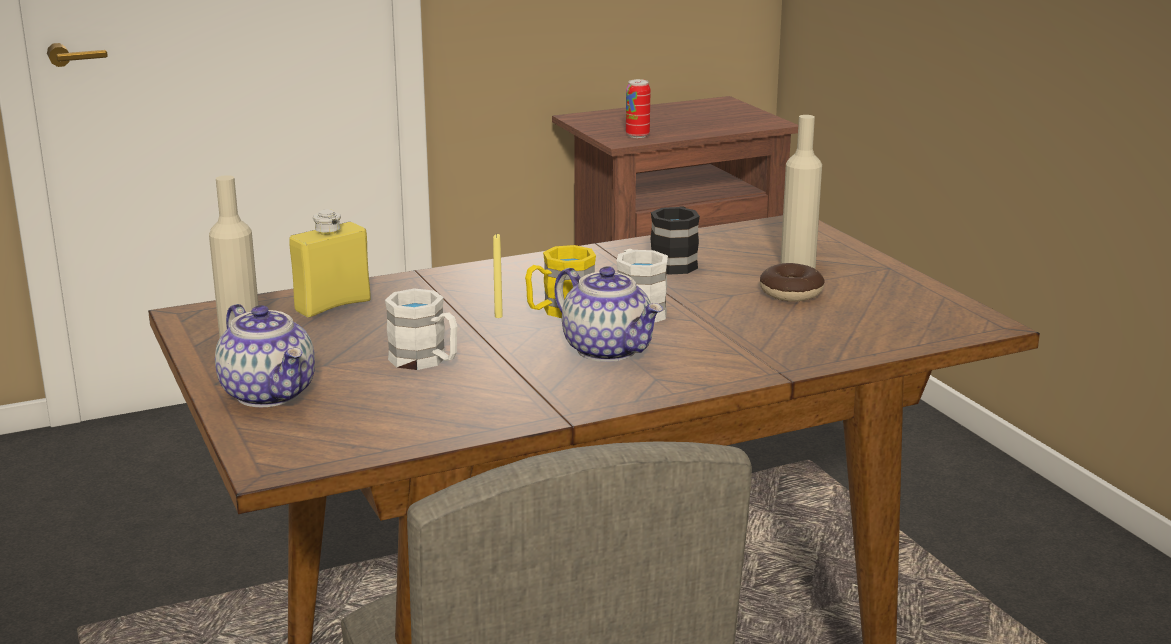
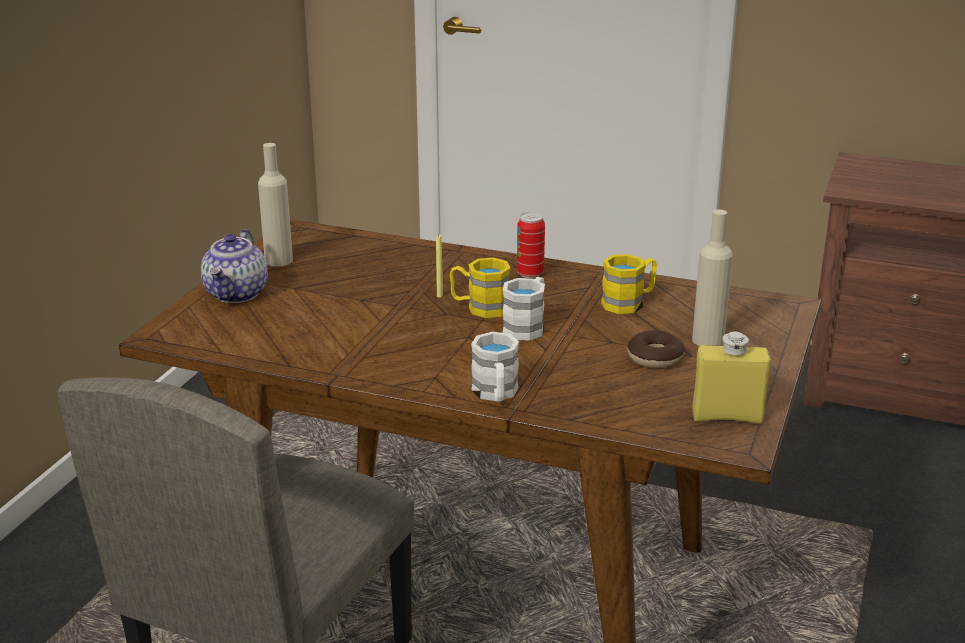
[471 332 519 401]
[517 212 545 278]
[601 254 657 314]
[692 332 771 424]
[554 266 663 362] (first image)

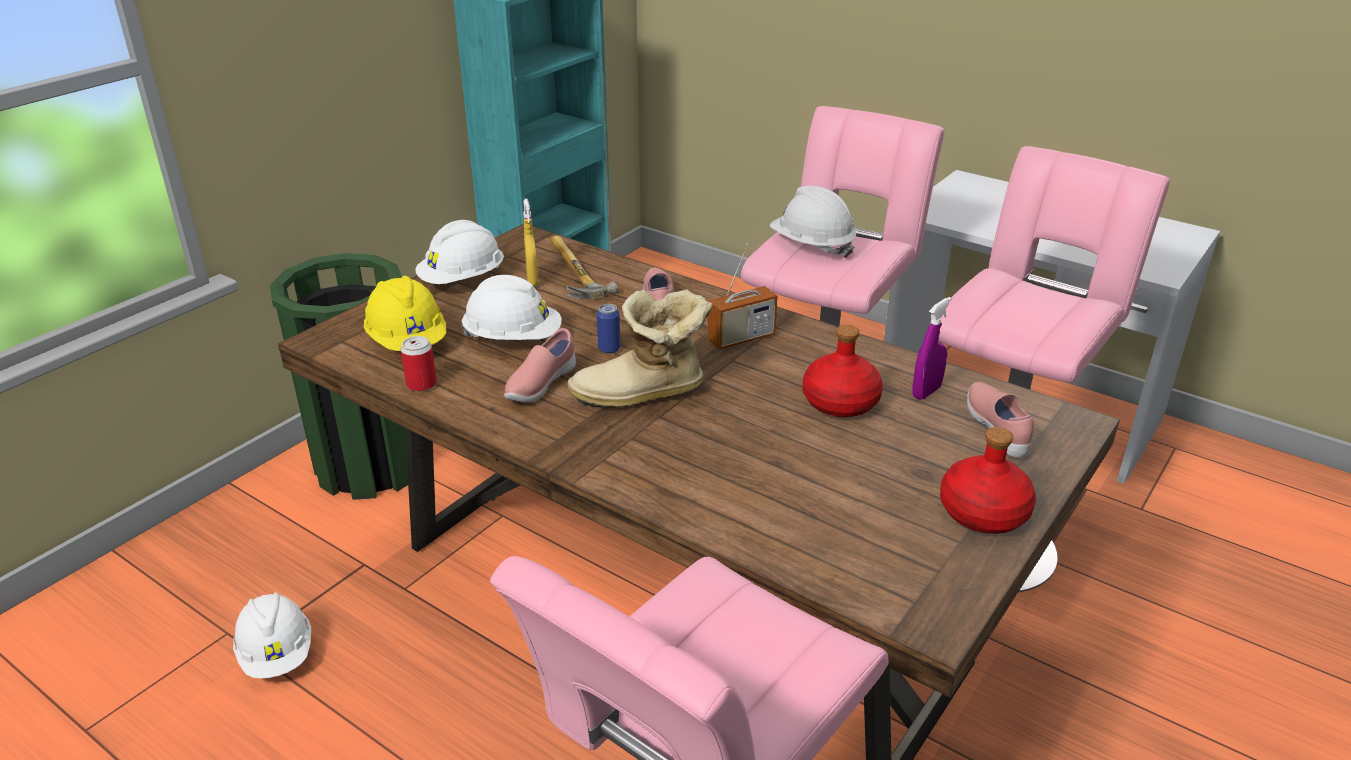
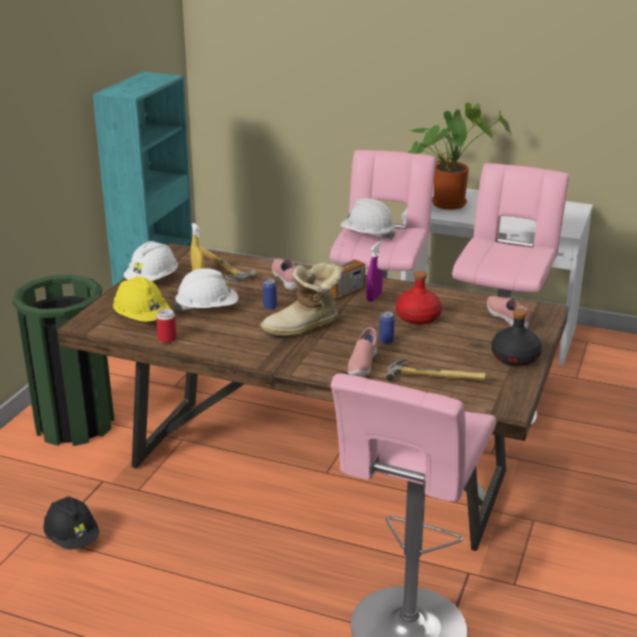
[43 496 99 550]
[348 327 377 376]
[366 241 383 302]
[379 311 395 344]
[386 358 487 381]
[408 103 511 210]
[491 308 542 366]

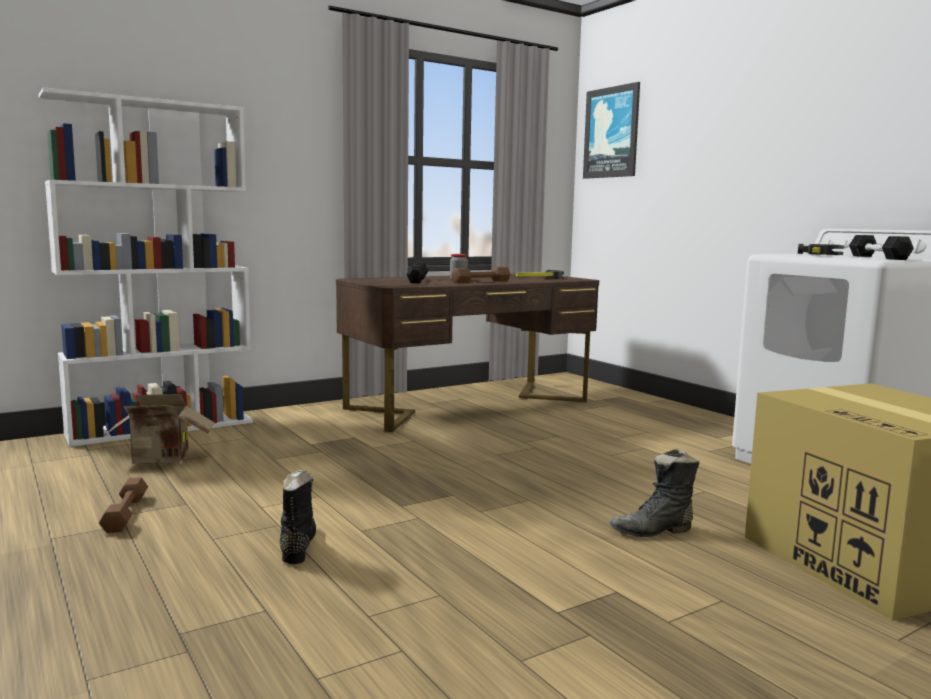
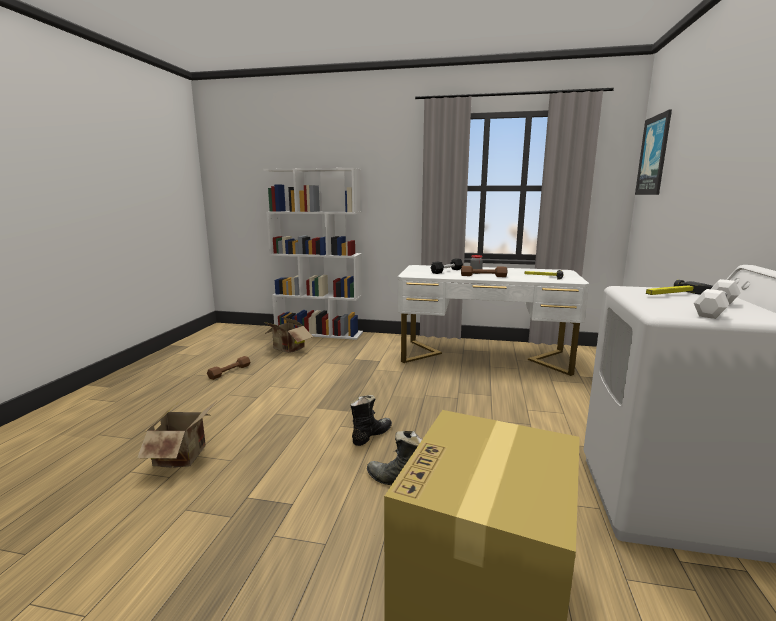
[137 401 217 468]
[350 395 392 446]
[398 265 589 376]
[694 279 741 319]

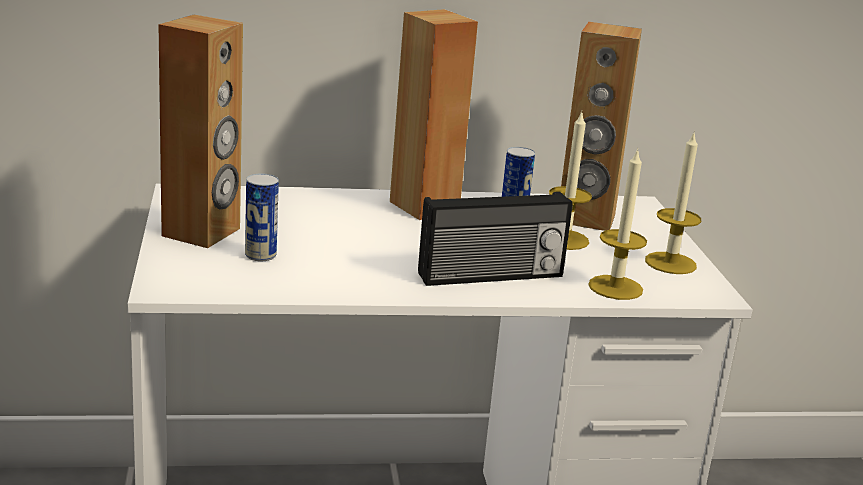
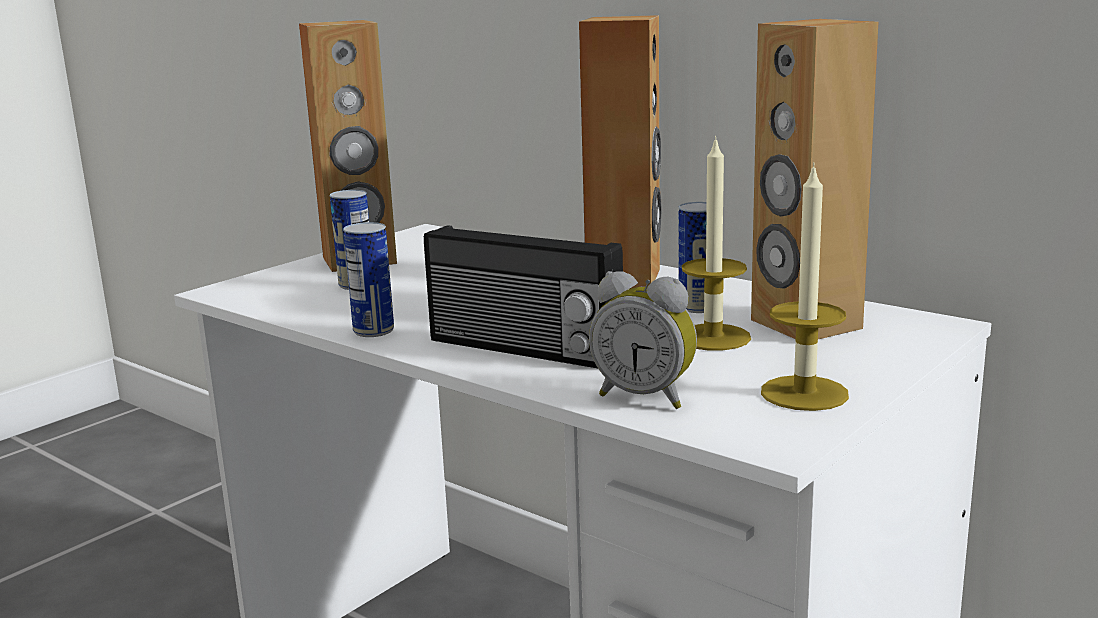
[343 222 394 337]
[589 271 697 409]

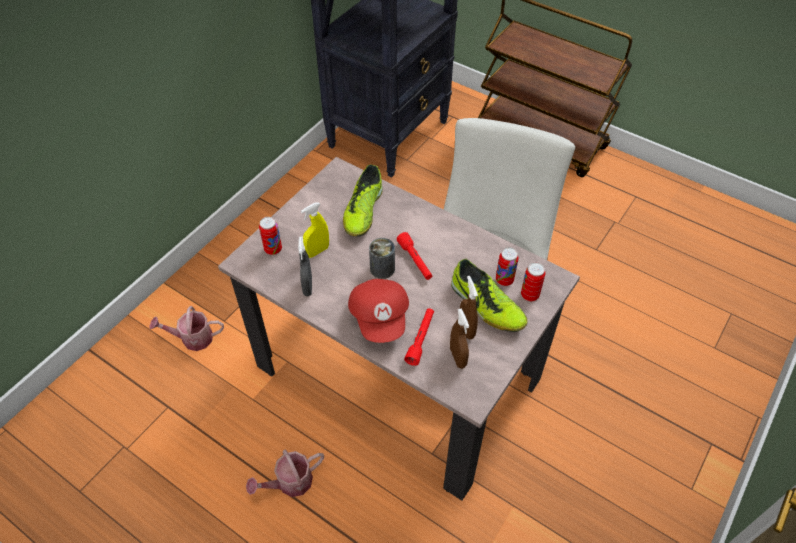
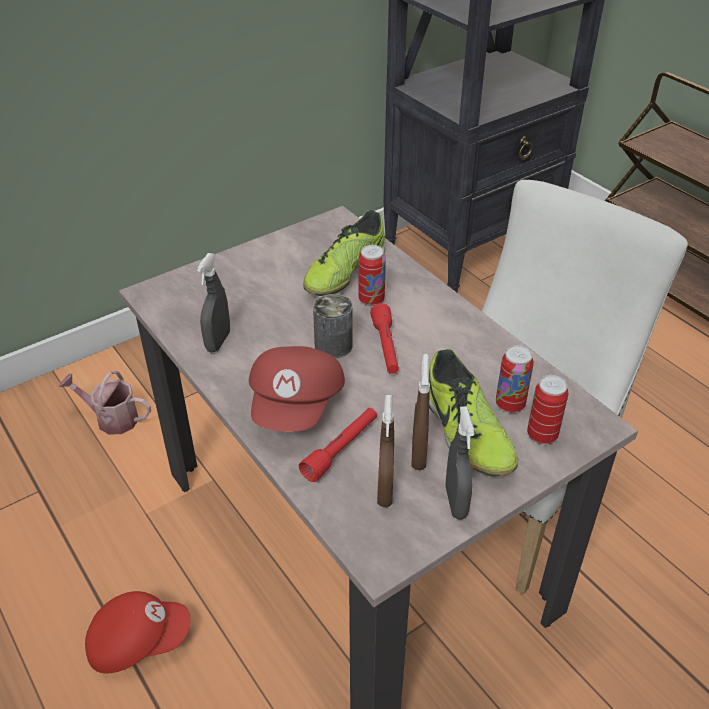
[85 591 191 673]
[359 245 386 306]
[445 406 474 519]
[301 202 329 258] (first image)

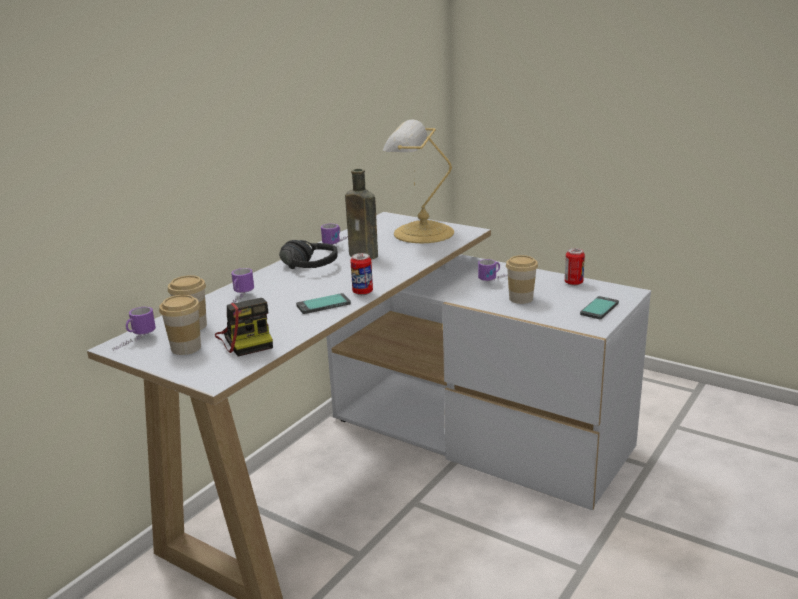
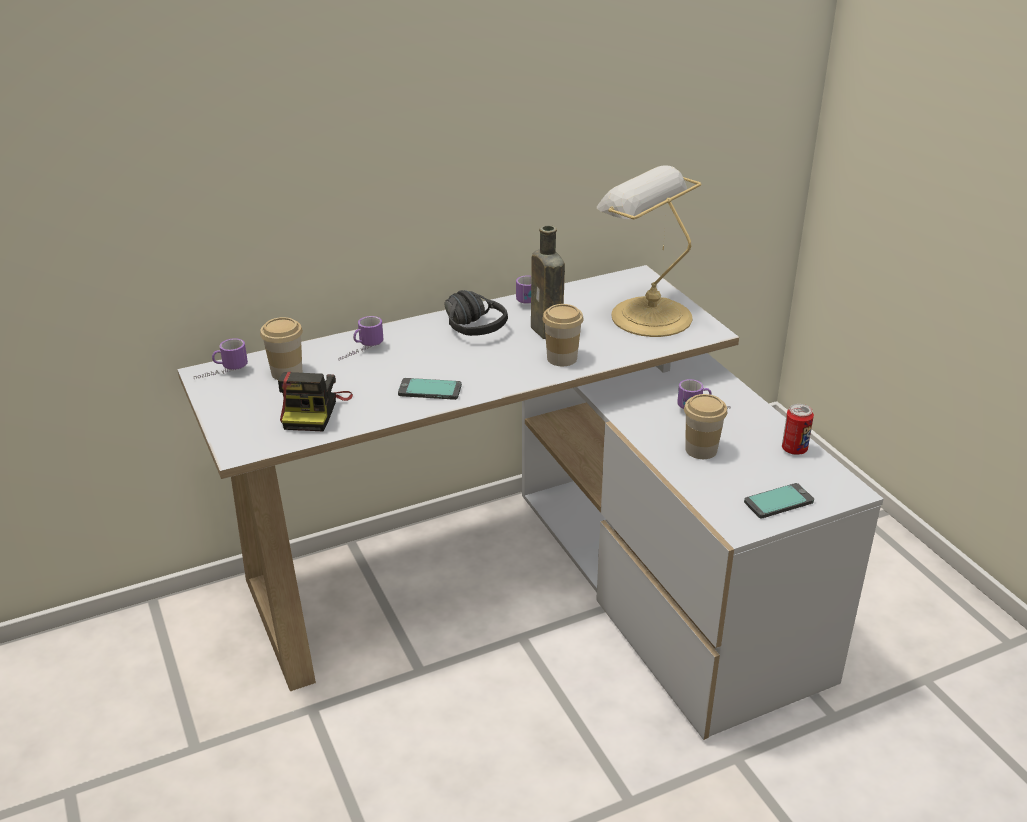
[542 304 584 366]
[350 253 373 295] (first image)

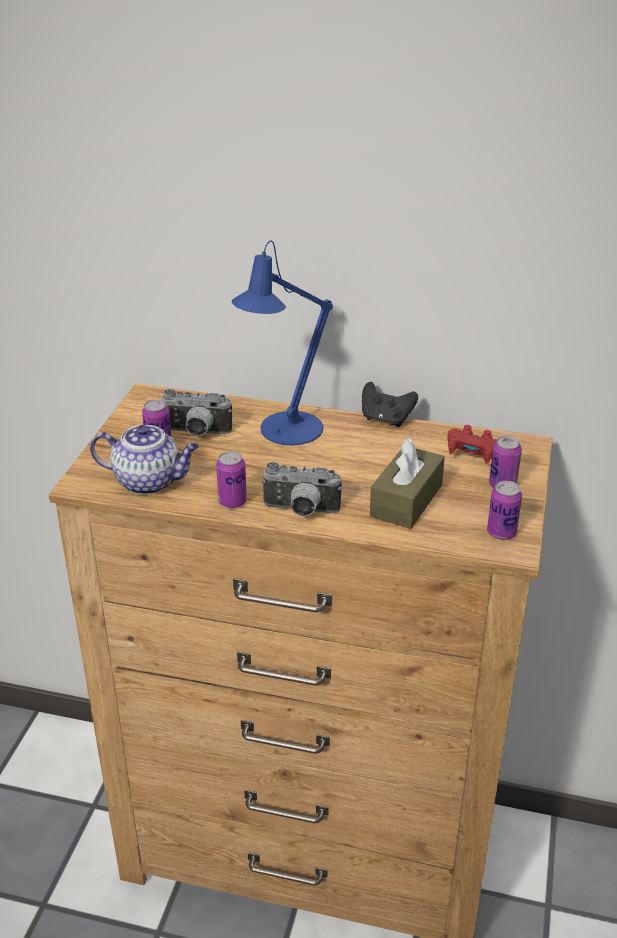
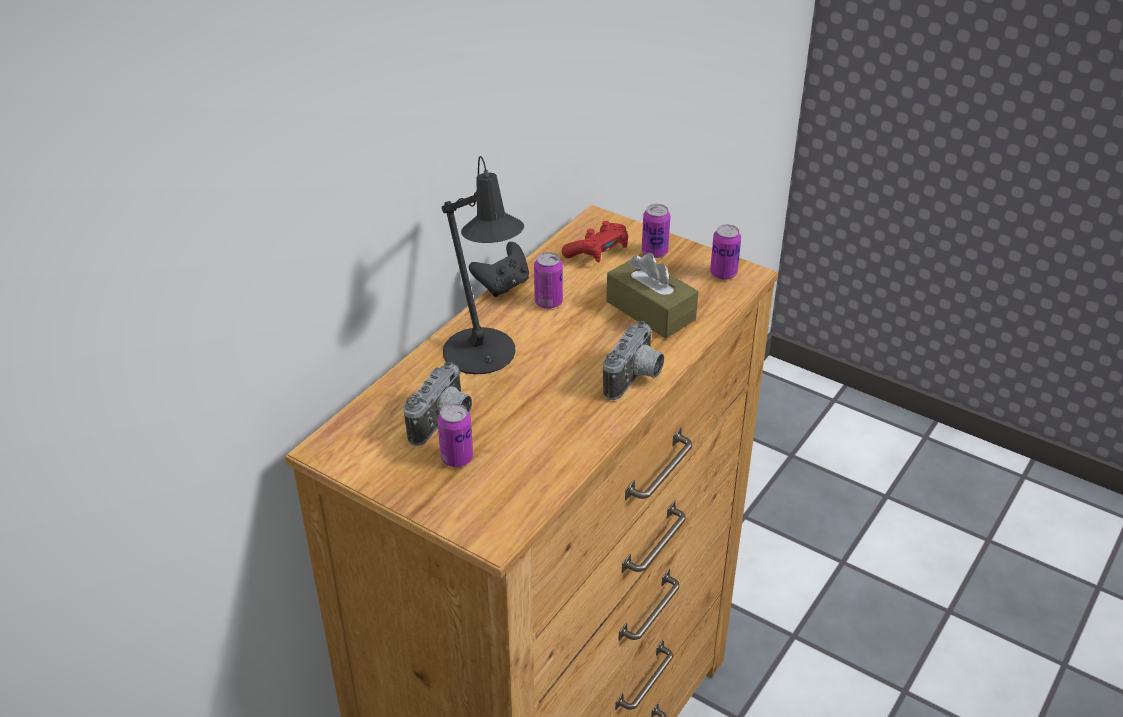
[442 156 524 374]
[534 252 563 309]
[90 425 199 495] (first image)

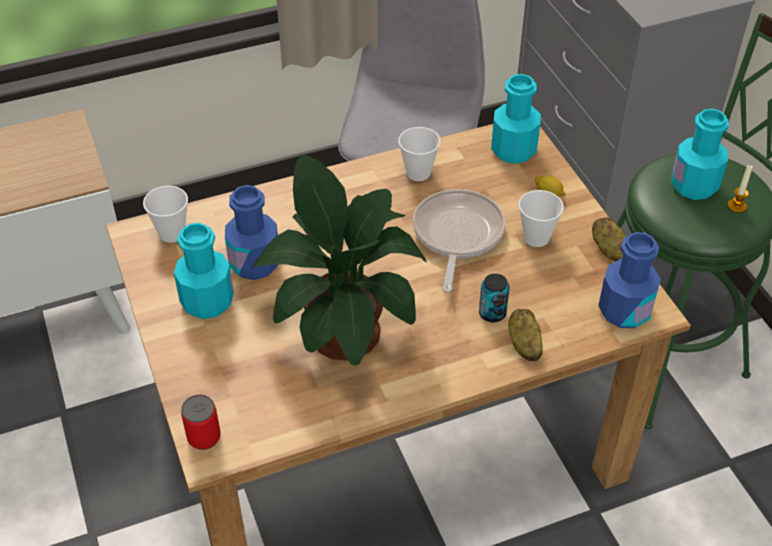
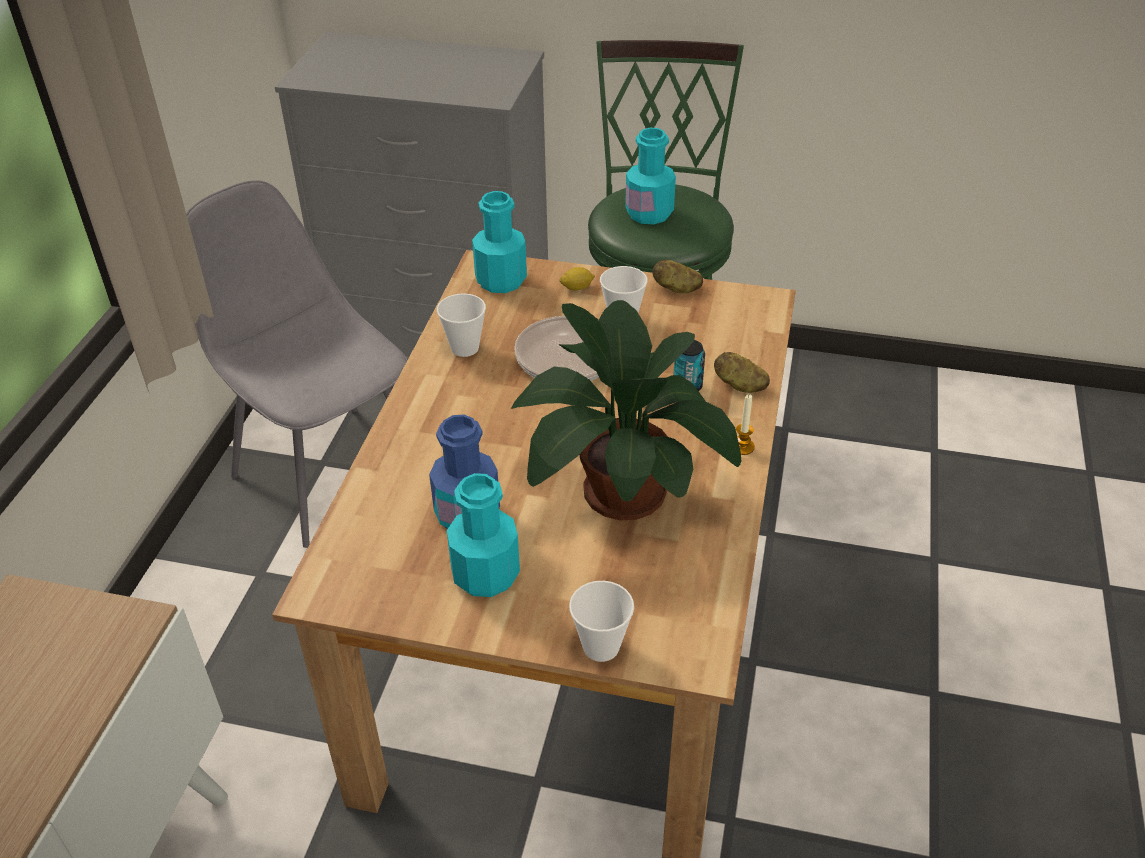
[569 581 634 662]
[736 394 755 455]
[181 395 221 450] (first image)
[598 232 661 328] (first image)

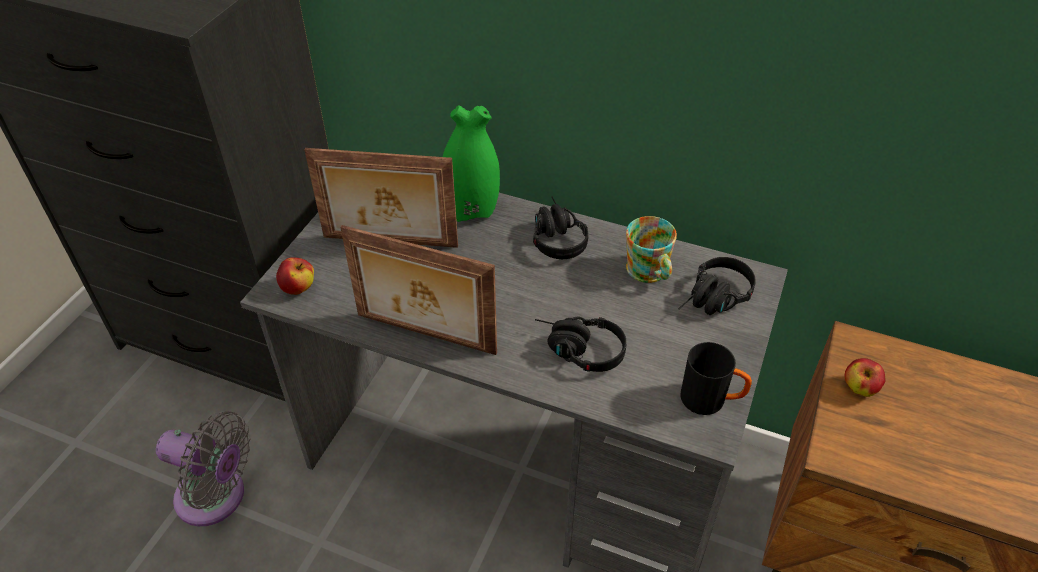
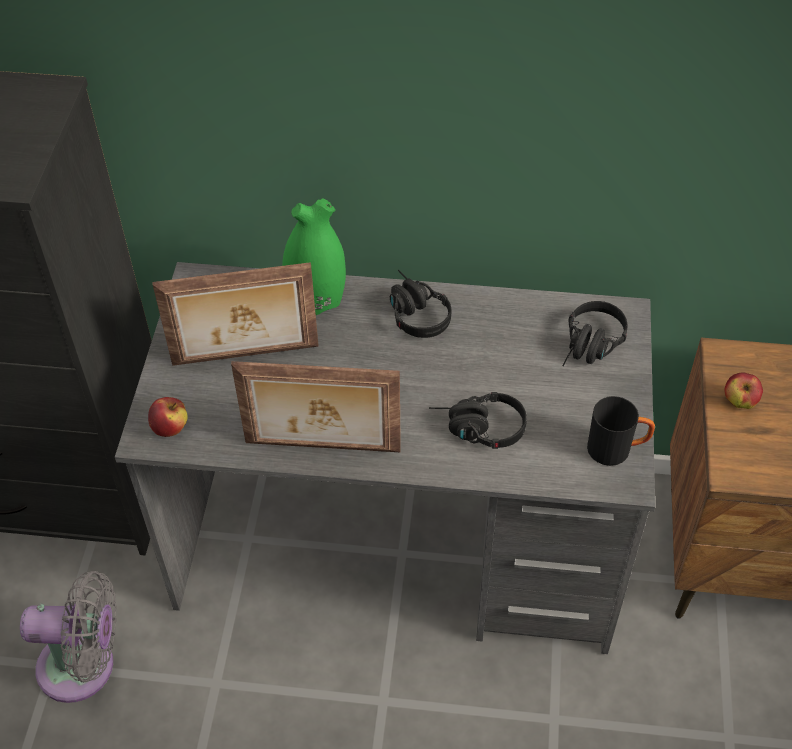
[626 216 677 283] (first image)

